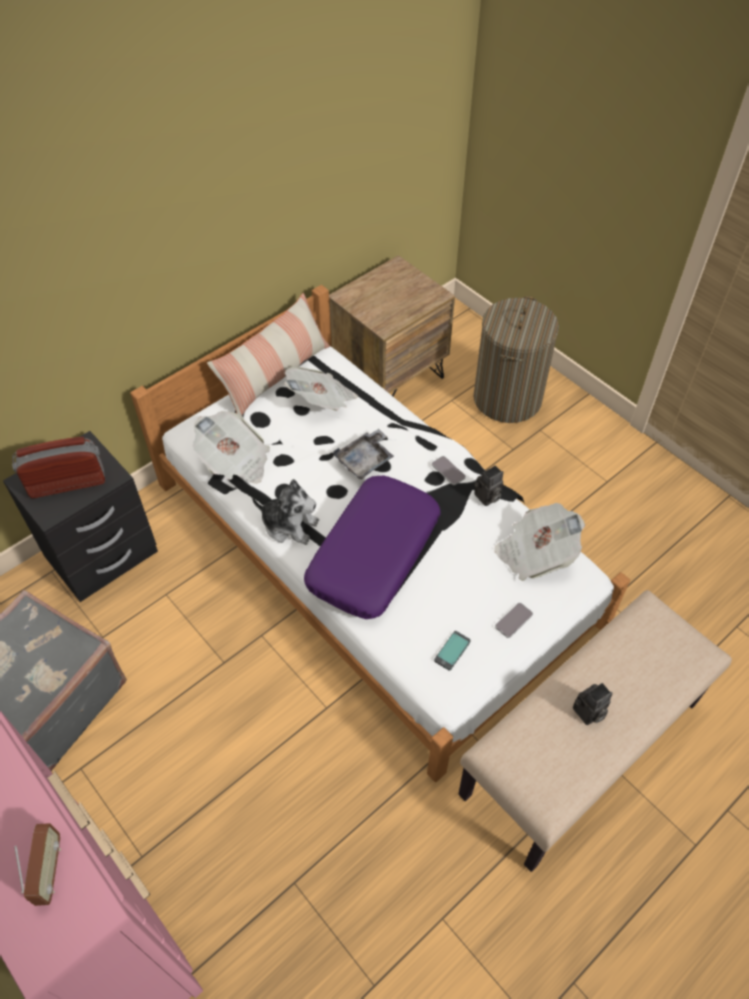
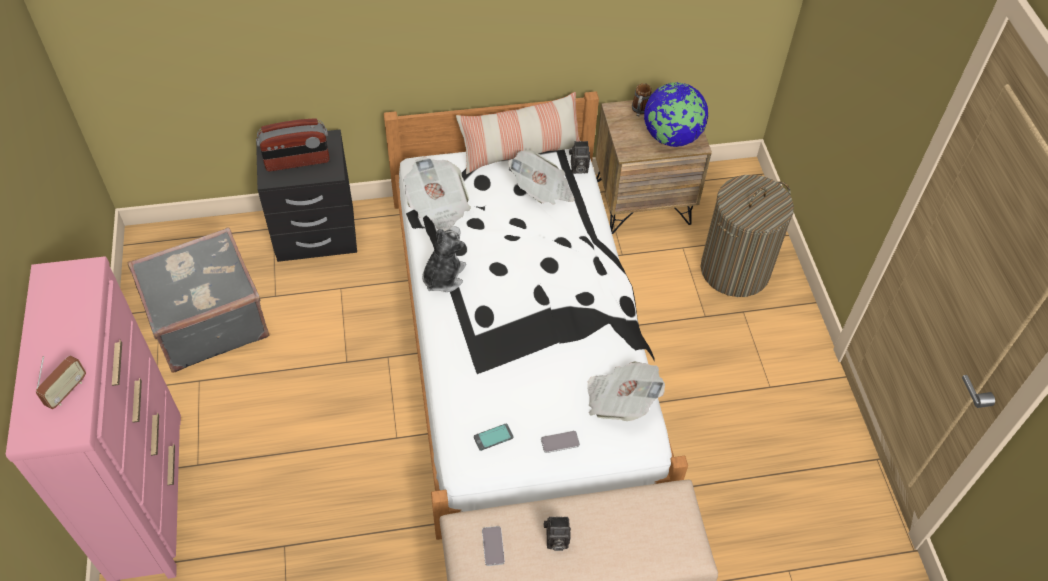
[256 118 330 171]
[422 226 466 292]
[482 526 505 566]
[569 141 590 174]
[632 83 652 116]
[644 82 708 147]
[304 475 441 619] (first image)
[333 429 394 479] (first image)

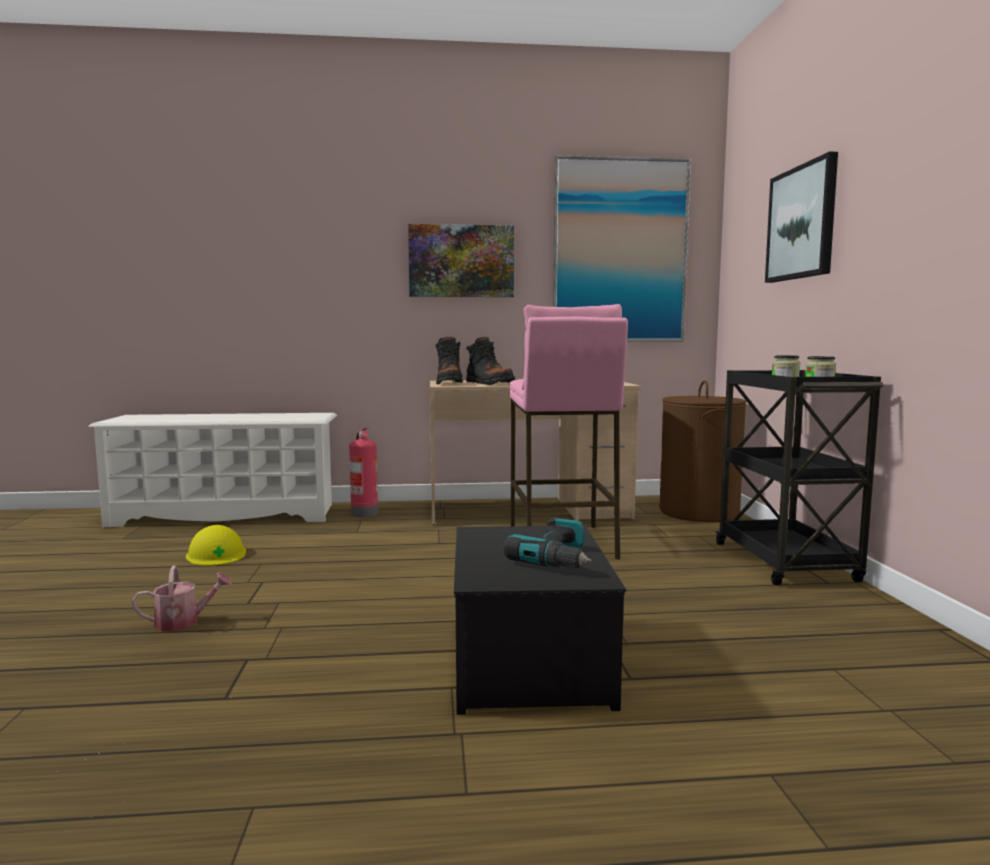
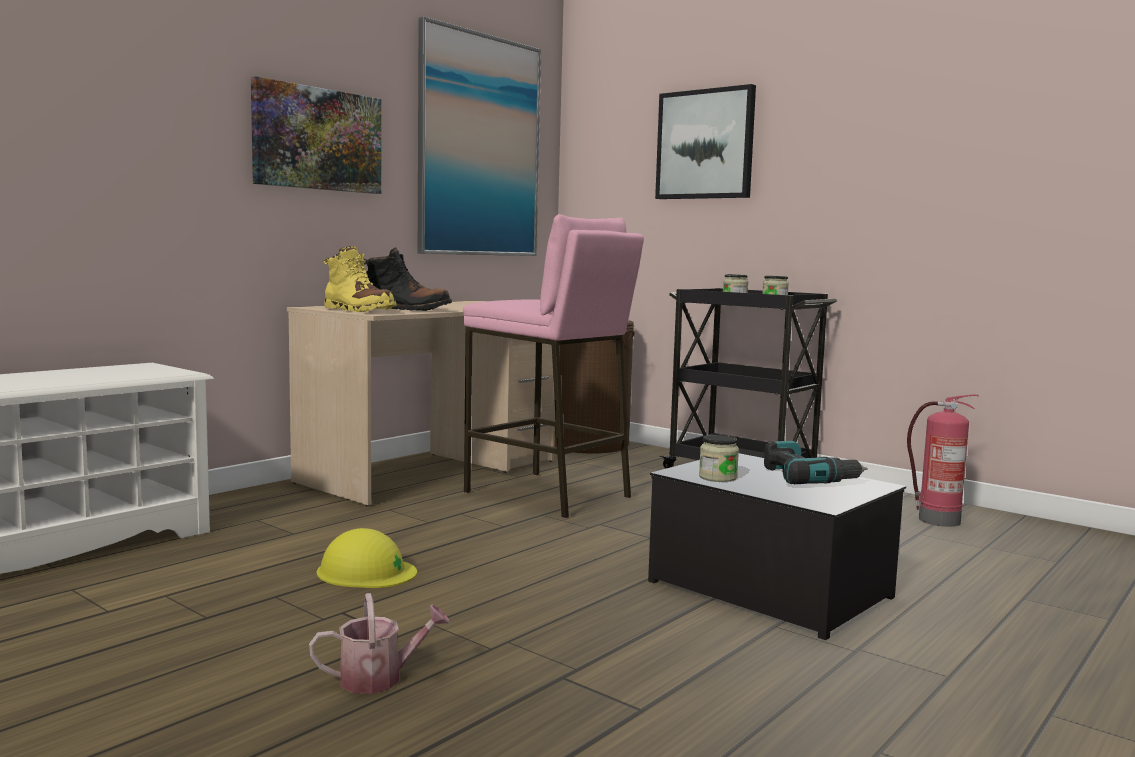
[309 593 450 694]
[317 528 417 588]
[324 246 397 312]
[699 434 739 482]
[907 394 979 527]

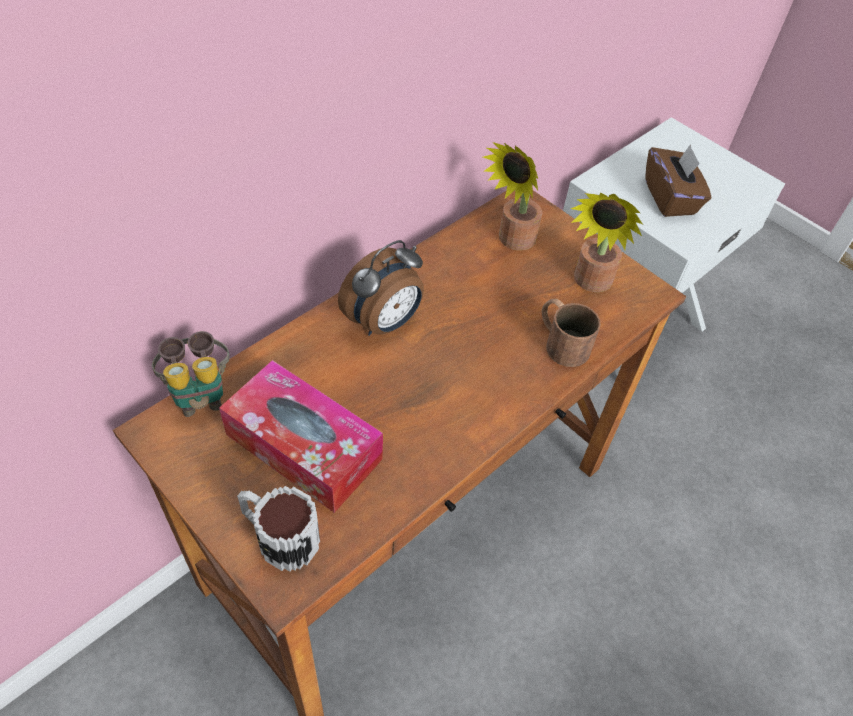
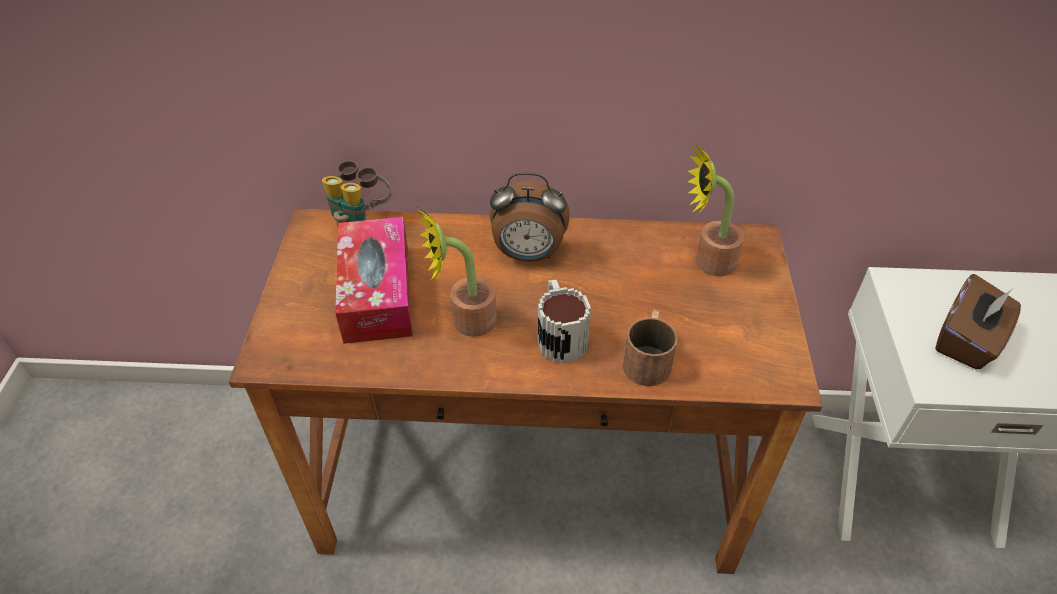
[416 206 497 337]
[538 280 591 363]

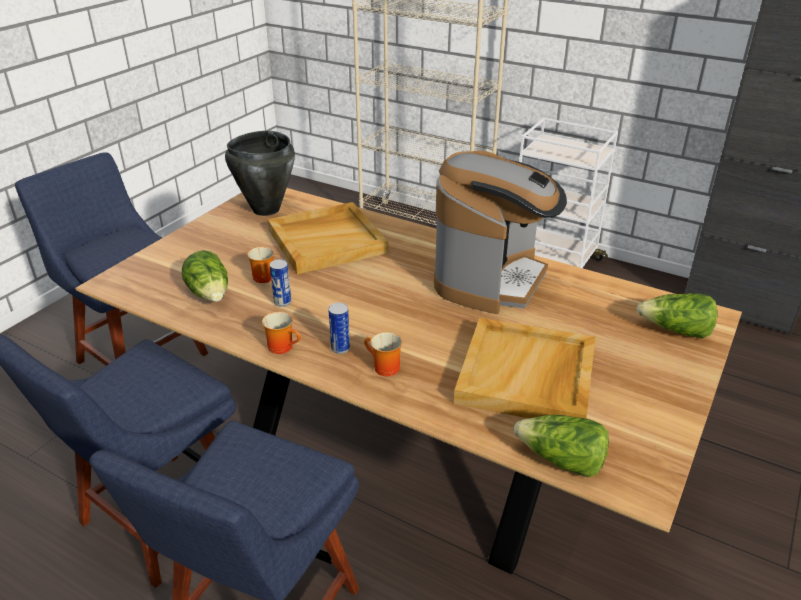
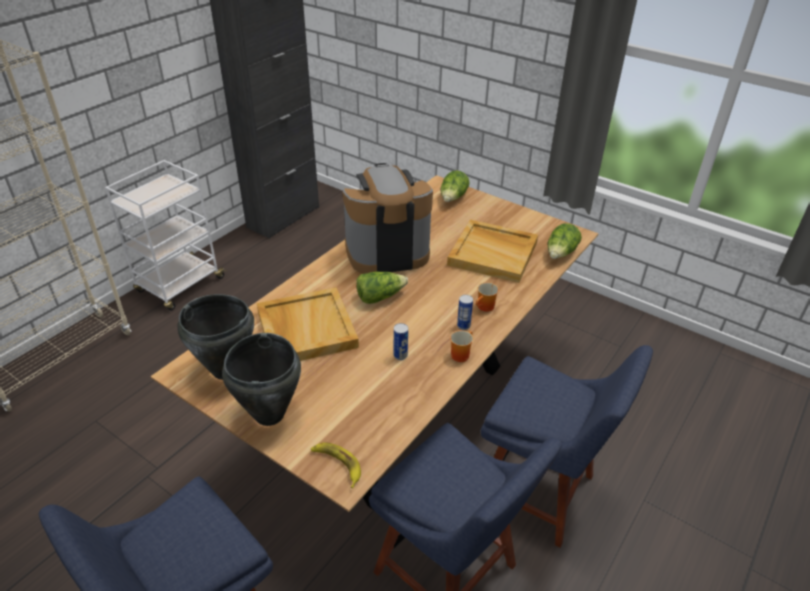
[222 333 301 426]
[311 442 361 489]
[342 163 433 274]
[356 272 408 304]
[247 246 275 283] (first image)

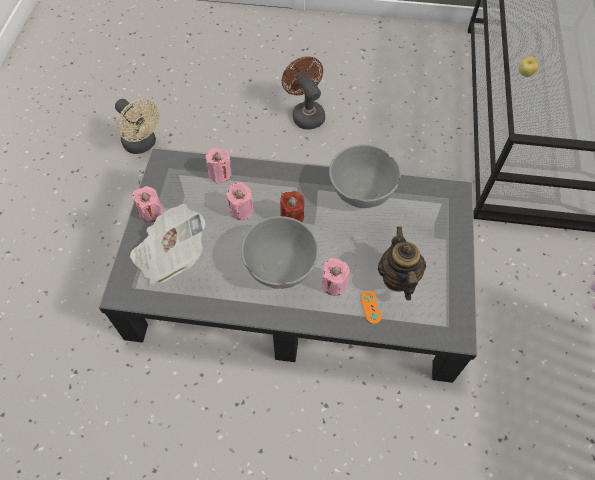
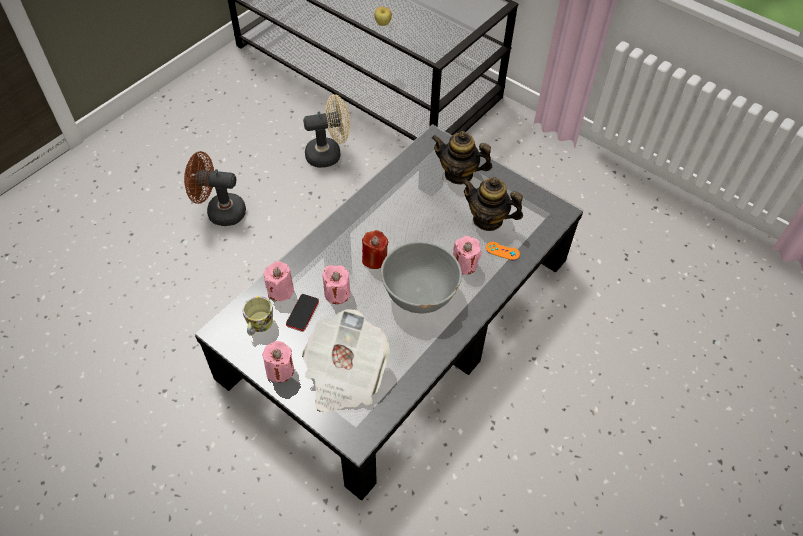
[242 296 273 335]
[286 294 319 331]
[303 94 350 168]
[431 131 492 185]
[329 144 401 208] (first image)

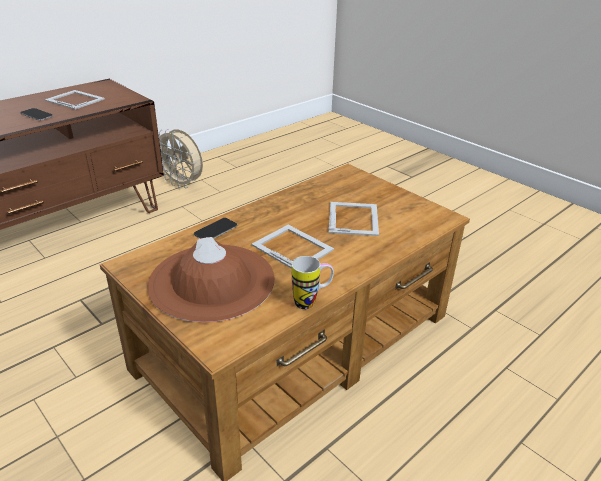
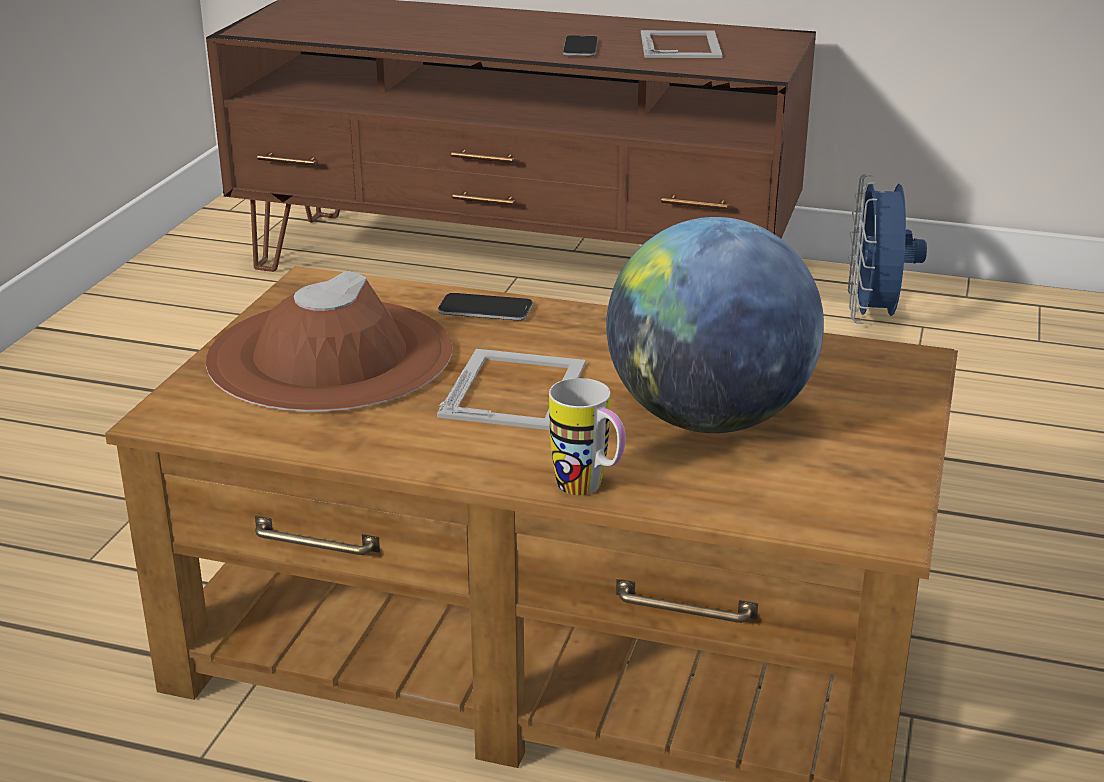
[549 378 625 495]
[606 217 824 433]
[848 174 927 324]

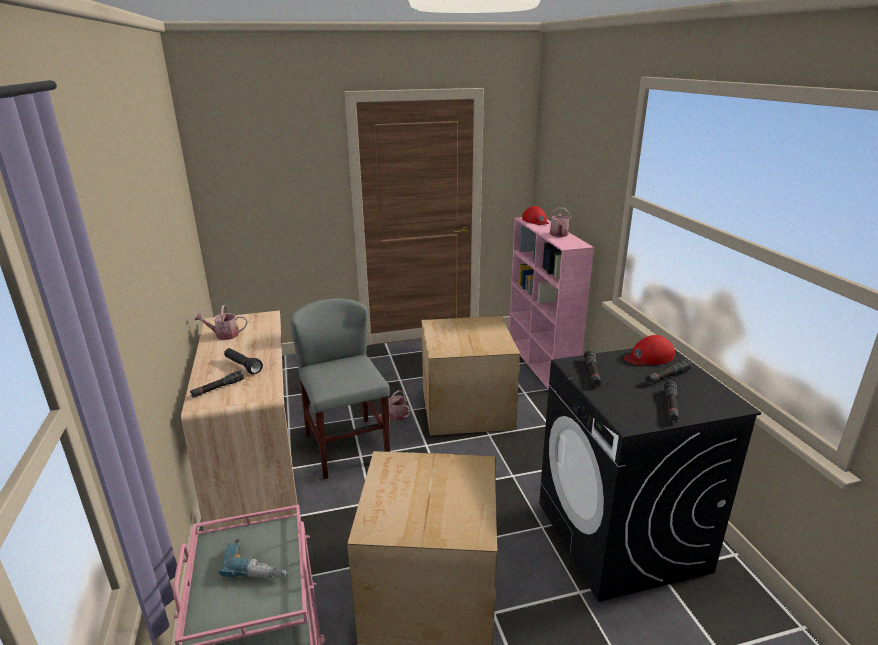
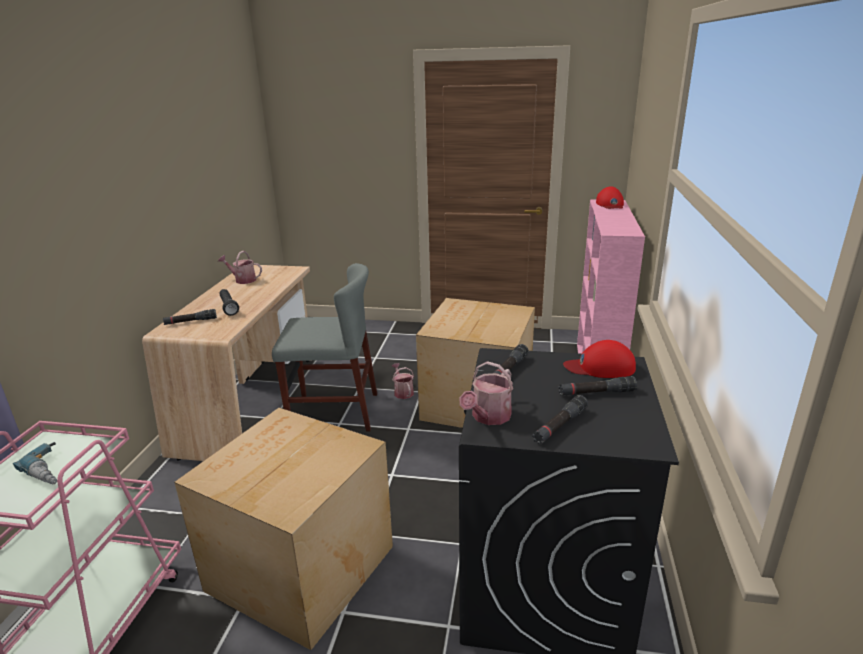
[272 263 377 431]
[460 361 513 425]

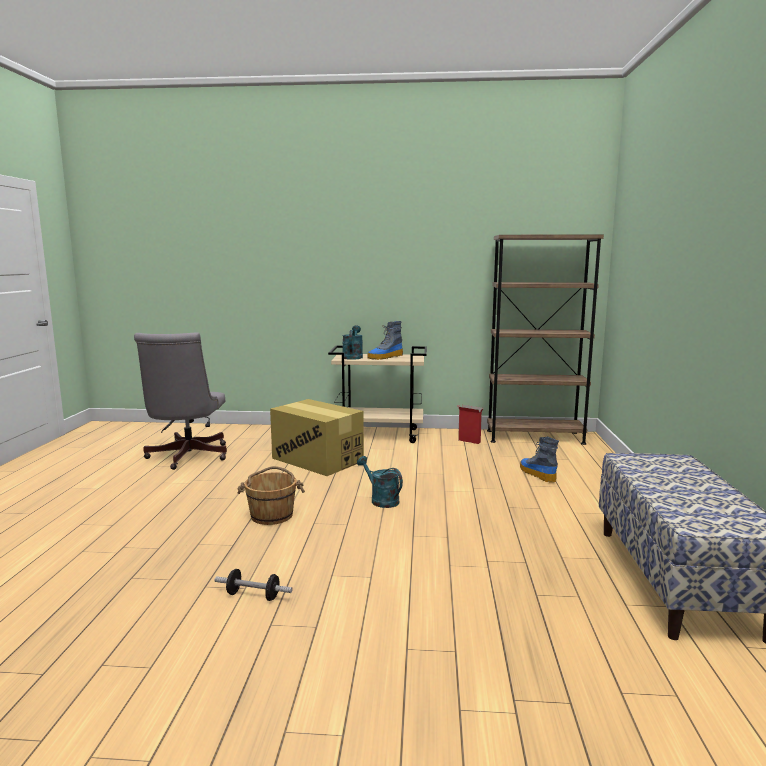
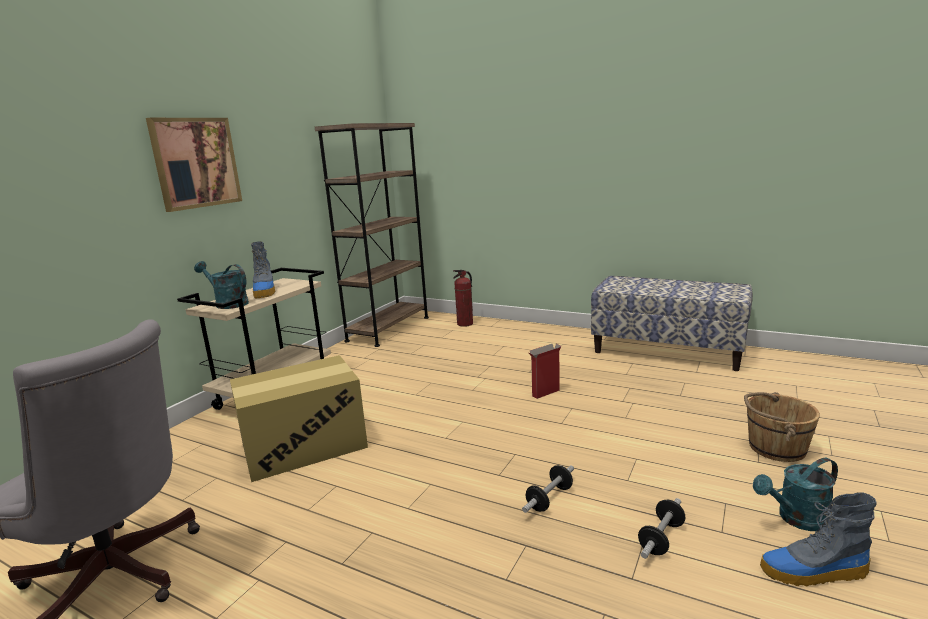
[146 118 242 212]
[453 270 473 327]
[522 465 574 513]
[528 344 561 399]
[744 392 820 462]
[753 458 838 531]
[760 492 877 586]

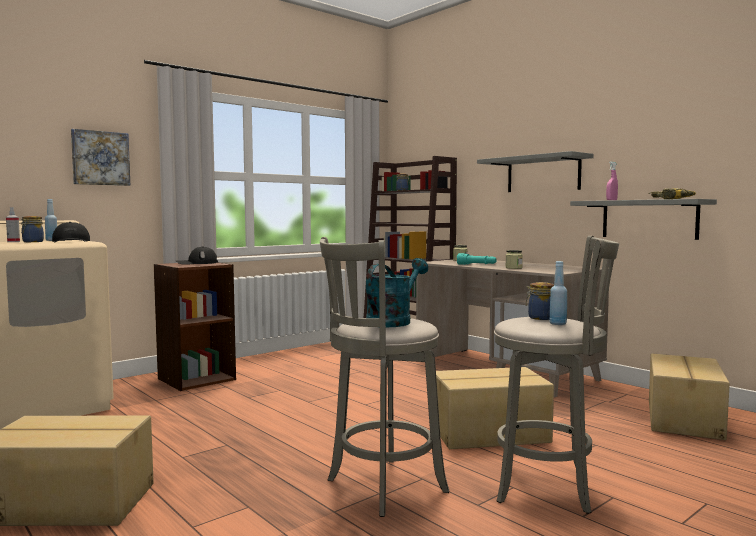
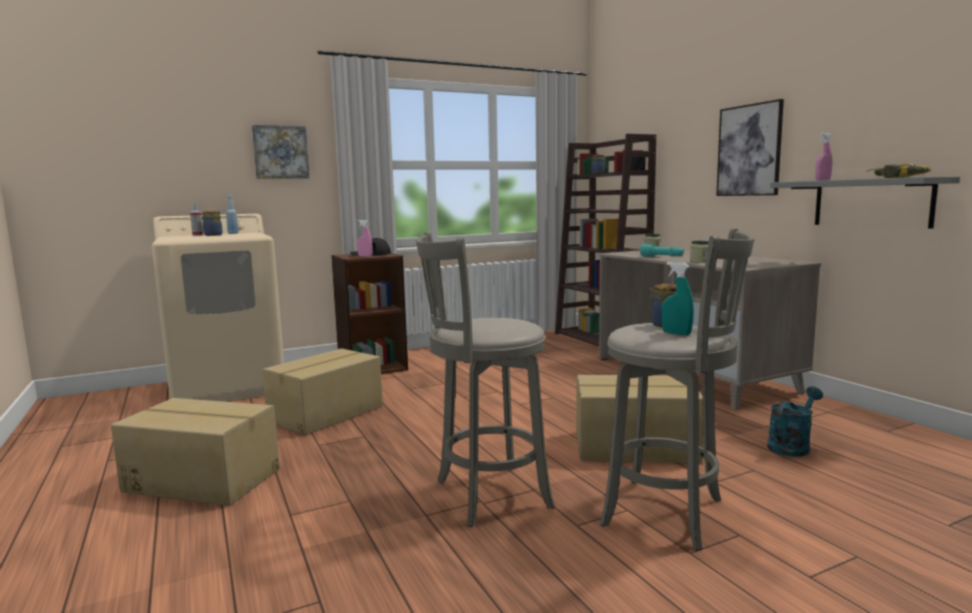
[262 348 383 435]
[357 220 373 257]
[661 262 694 335]
[716 99 784 196]
[767 386 823 457]
[52 222 90 243] (first image)

